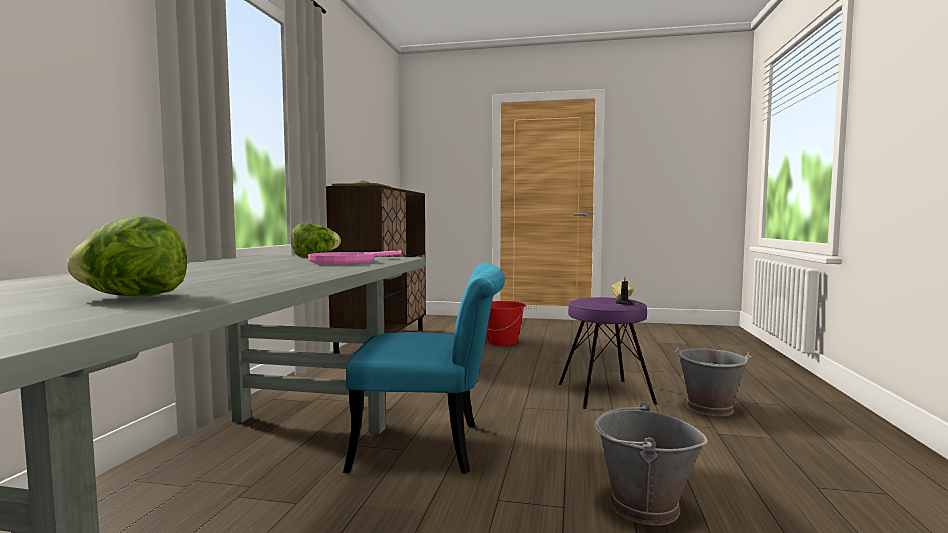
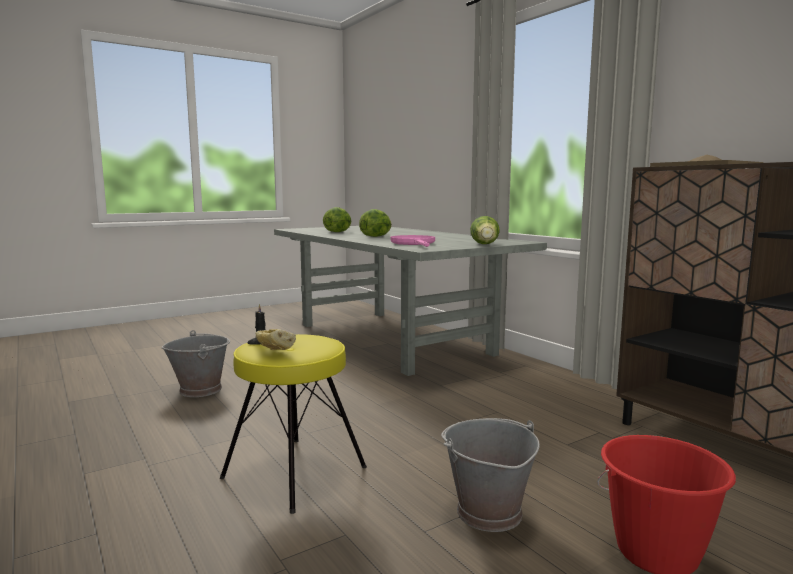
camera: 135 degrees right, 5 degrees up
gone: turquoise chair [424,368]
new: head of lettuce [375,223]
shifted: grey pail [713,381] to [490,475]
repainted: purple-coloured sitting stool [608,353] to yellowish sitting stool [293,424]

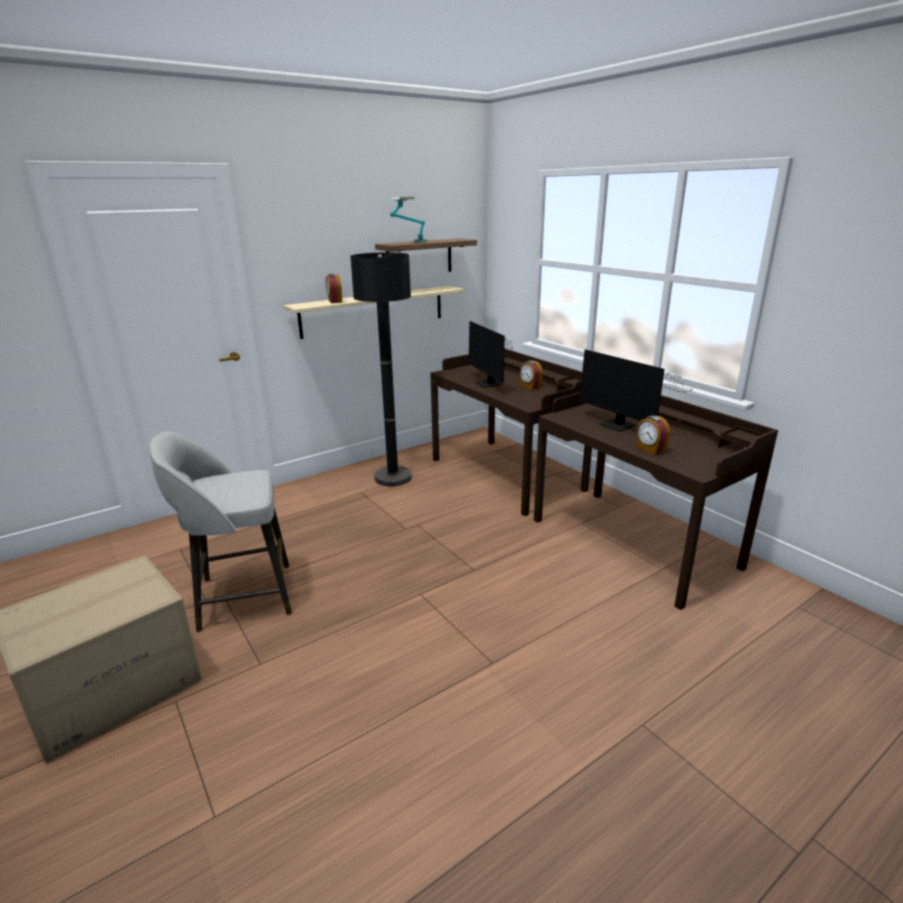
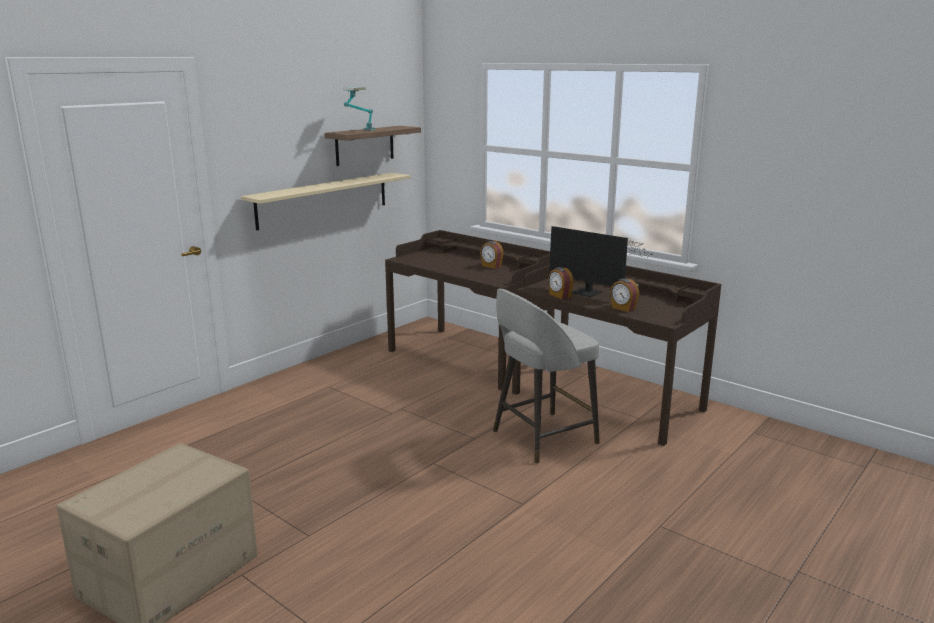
camera: 15 degrees left, 5 degrees down
gone: black-coloured standard lamp [381,369]; computer screen [491,354]
shifted: grey sitting stool [221,532] to [546,376]; alarm clock [334,288] to [561,283]

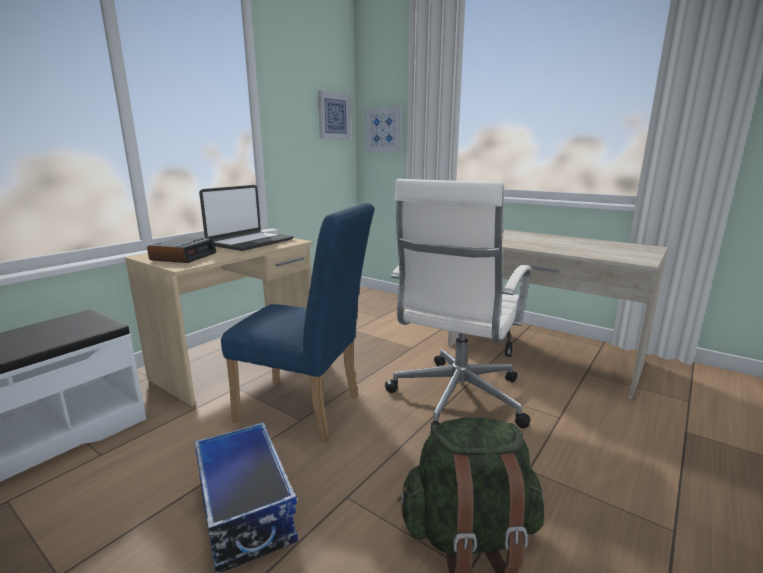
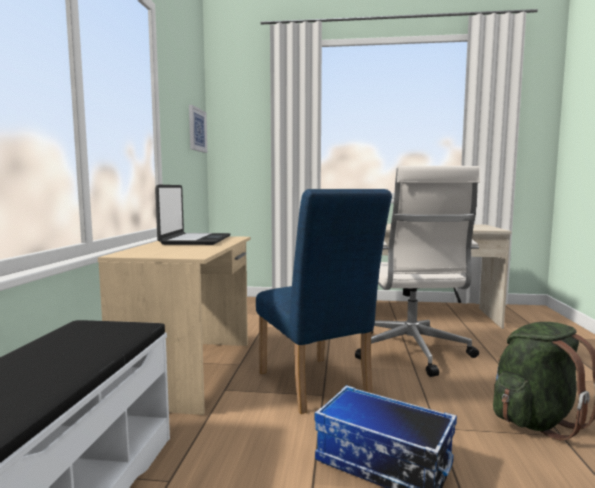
camera: 30 degrees left, 10 degrees down
gone: alarm clock [182,250]; wall picture [383,129]
rotated: blue-coloured chair [297,322] = [324,301] 75 degrees clockwise

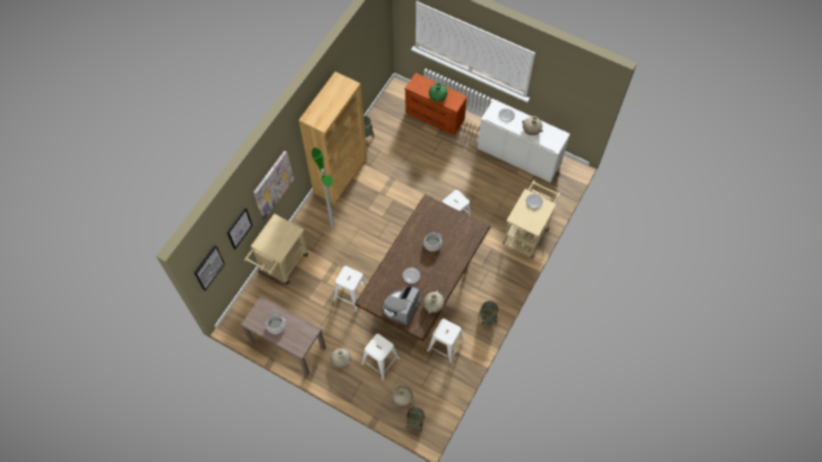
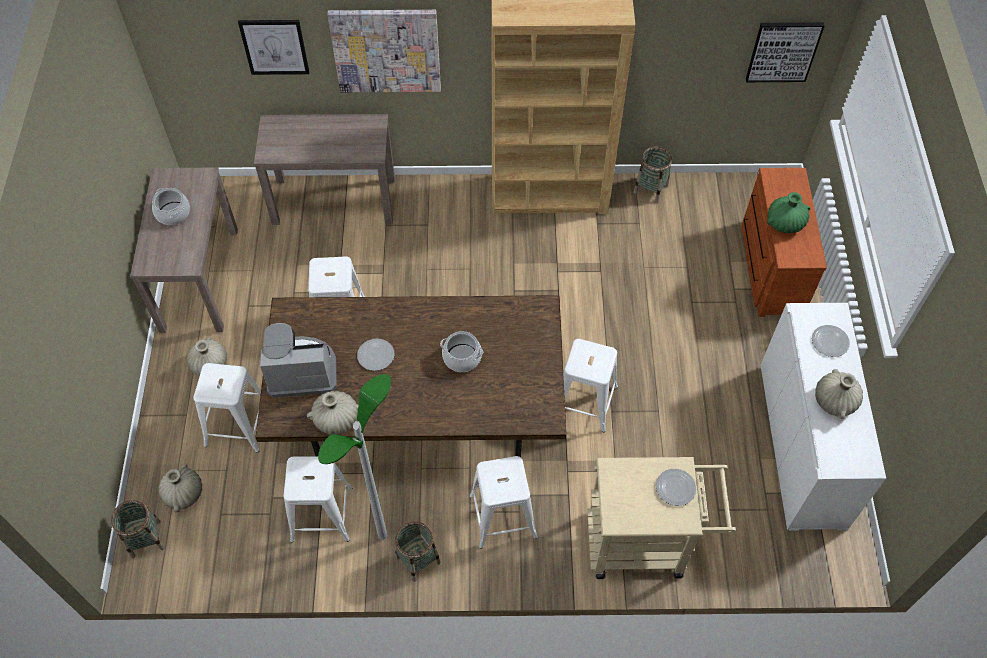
camera: 60 degrees right, 5 degrees down
new: white-coloured sitting stool [503,502]
shifted: standard lamp [323,187] to [354,457]; wall picture [209,268] to [785,52]
swapped: beige wheeled cart [276,249] to brown-coloured narrow table [324,169]

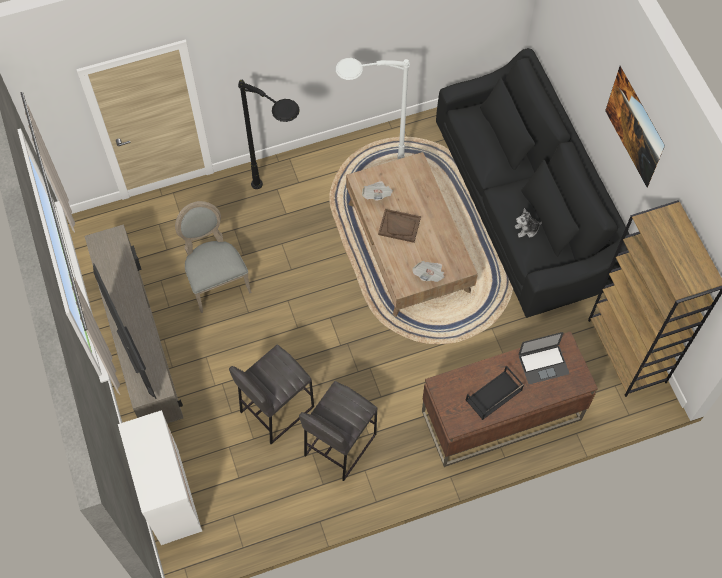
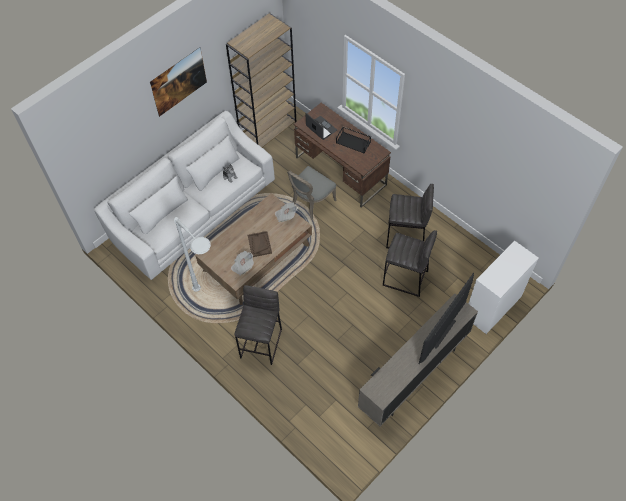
camera: 115 degrees left, 5 degrees down
shifted: grey chair [213,257] to [311,193]
swapped: black-coloured standard lamp [269,134] to grey sitting stool [258,325]
repainted: black-coloured settee [532,183] to white-coloured settee [184,195]

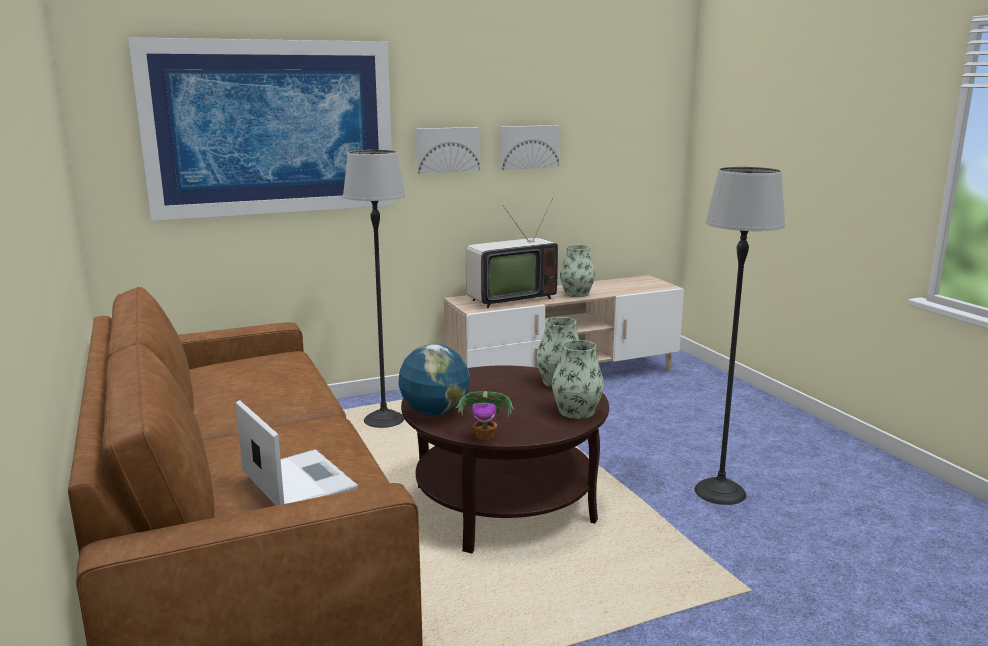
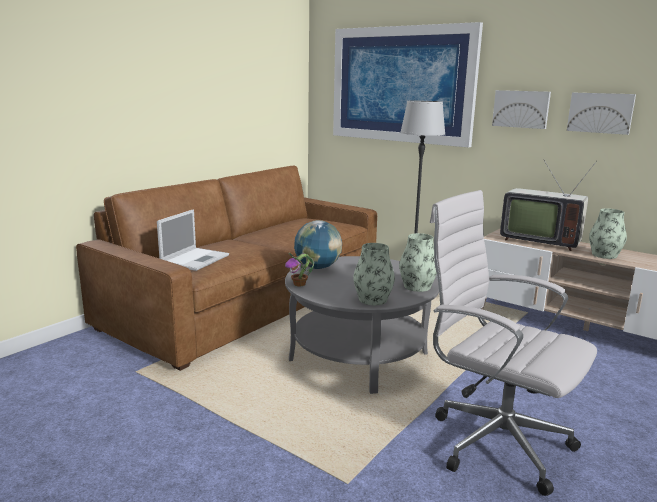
camera: 60 degrees right, 0 degrees up
swapped: standard lamp [740,336] to white-coloured desk chair [513,343]
repainted: brown-coloured coffee table [505,459] to grey coffee table [362,325]

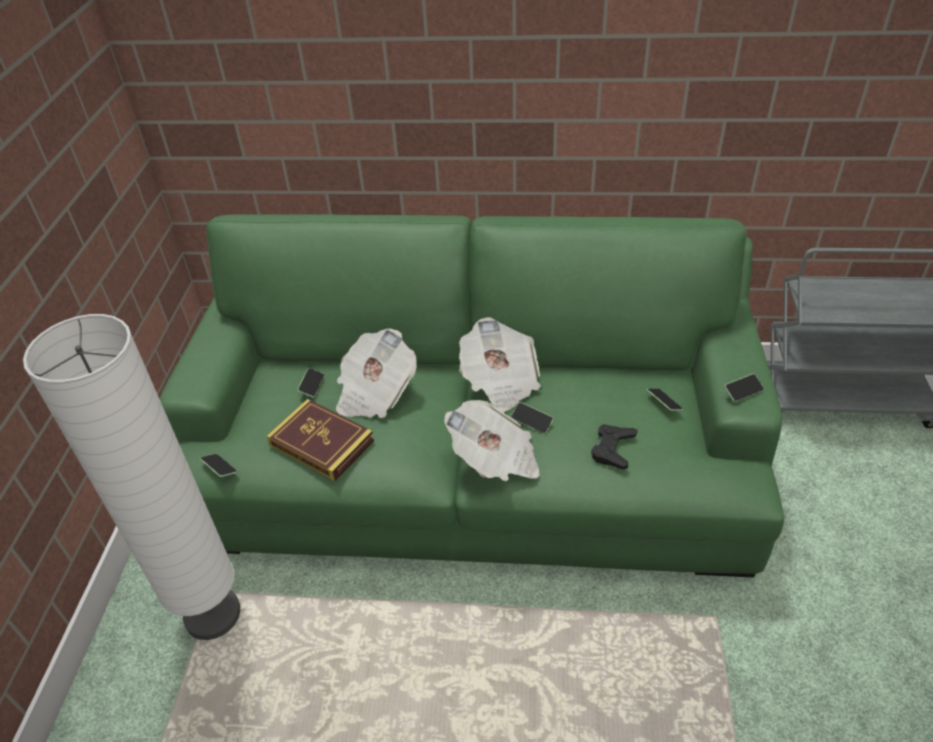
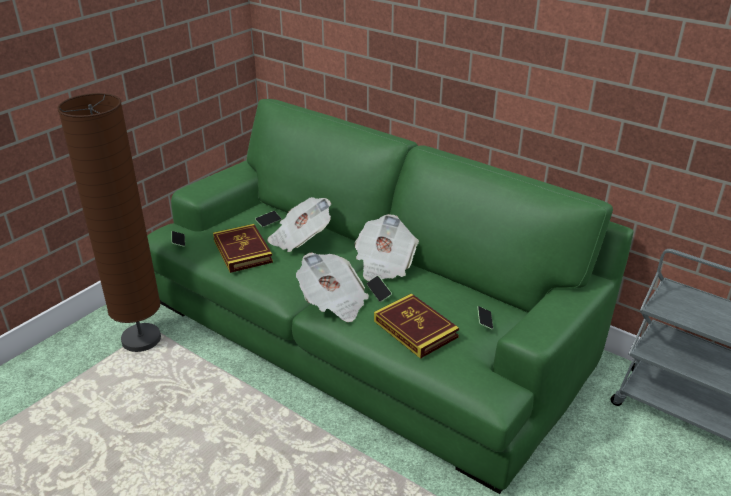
camera: 30 degrees right, 10 degrees down
gone: phone [744,388]
swapped: black-coloured joypad [614,447] to book [416,326]
repainted: white-coloured standard lamp [131,477] to brown-coloured standard lamp [109,222]

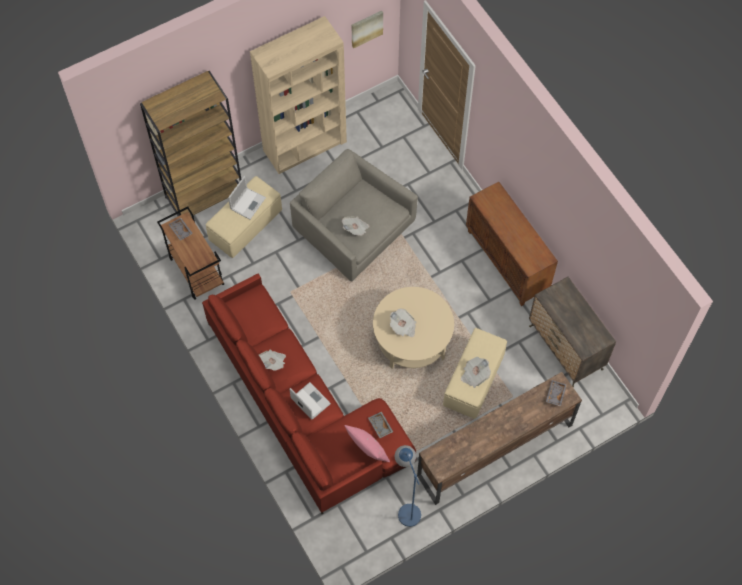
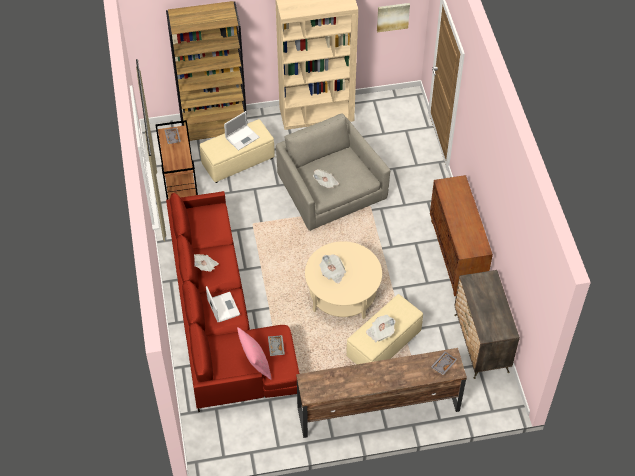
camera: 20 degrees right, 10 degrees down
gone: blue-coloured standard lamp [408,486]

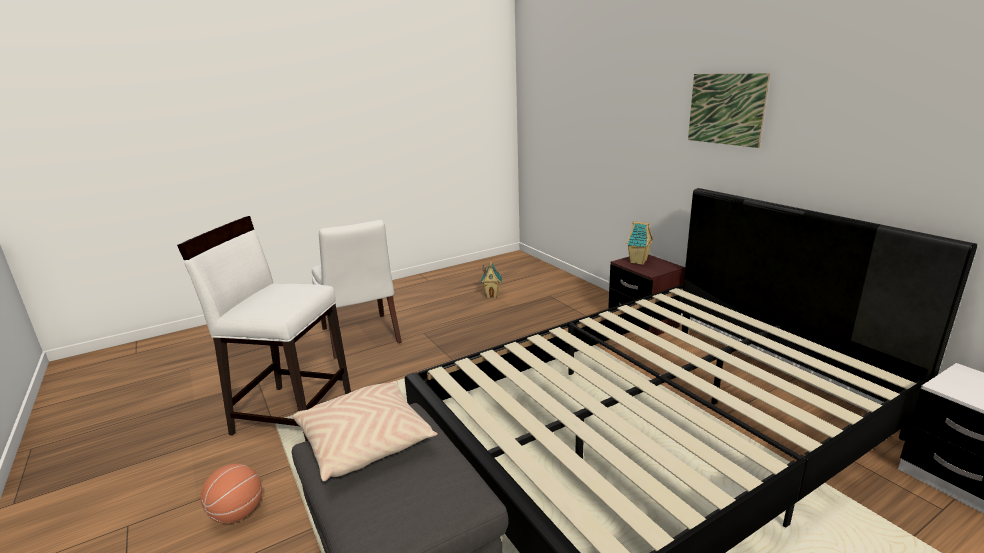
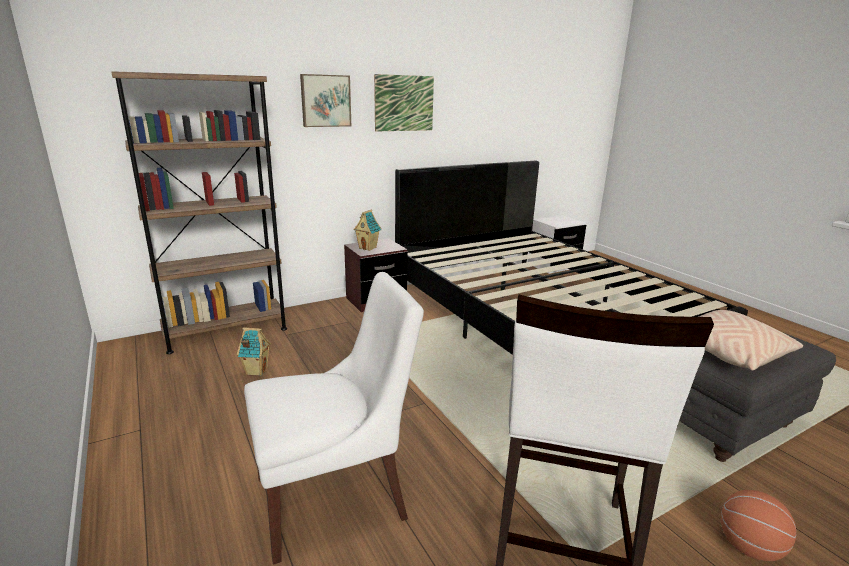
camera: 90 degrees left, 0 degrees up
new: brown-coloured shelving unit [199,212]; wall picture [325,100]

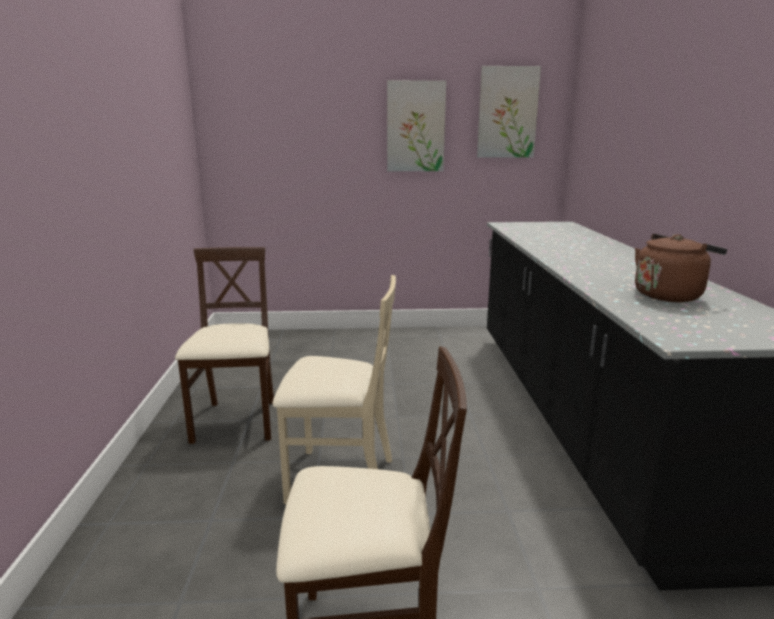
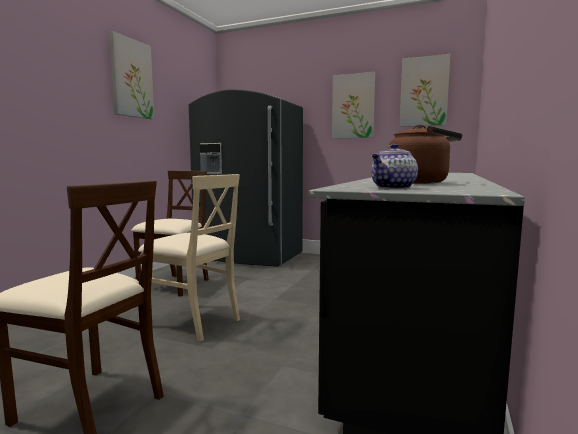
camera: 25 degrees right, 10 degrees down
new: wall picture [131,75]; grey fridge [246,178]; teapot [394,166]

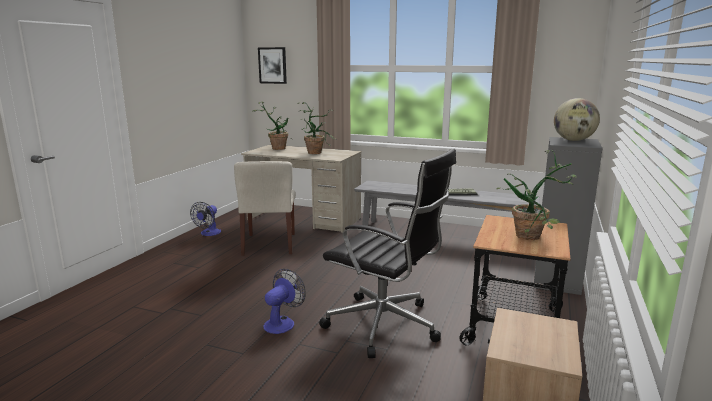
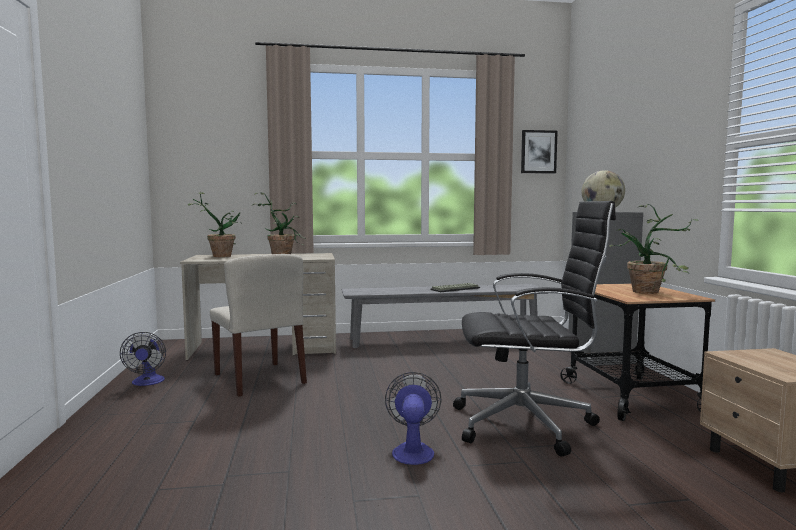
camera: 30 degrees left, 10 degrees down
shifted: wall picture [272,65] to [539,152]

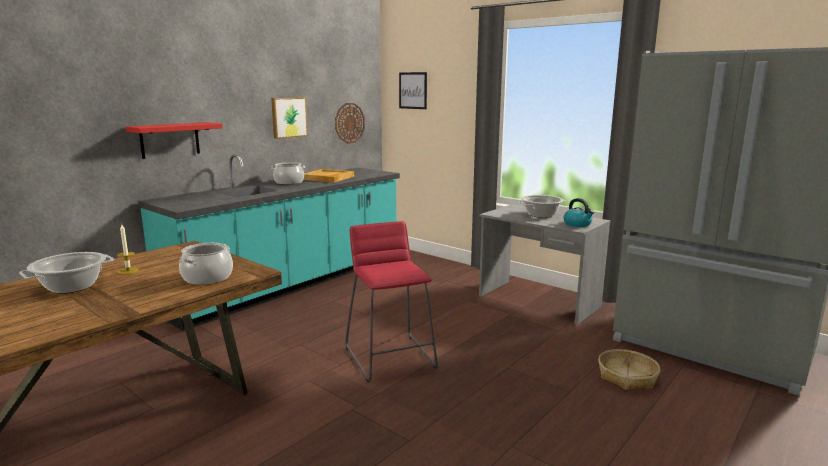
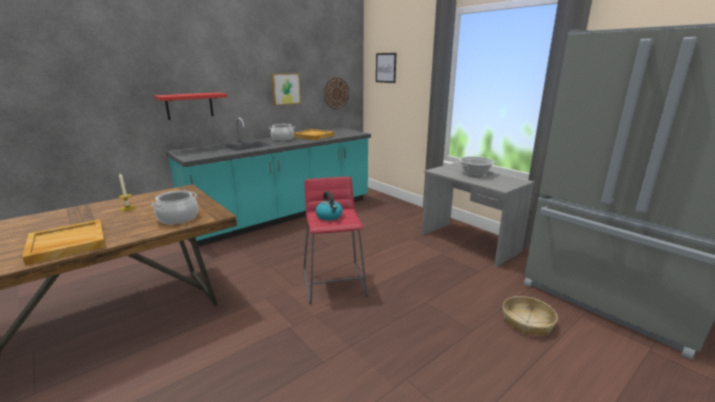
camera: 10 degrees right, 5 degrees up
gone: saucepot [66,273]
new: beige serving tray [64,243]
shifted: water kettle [579,212] to [329,205]

